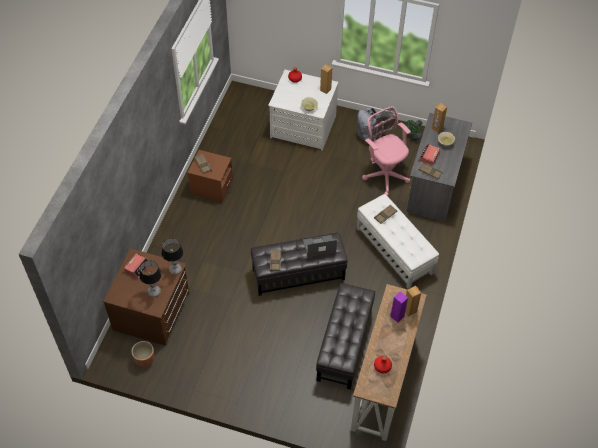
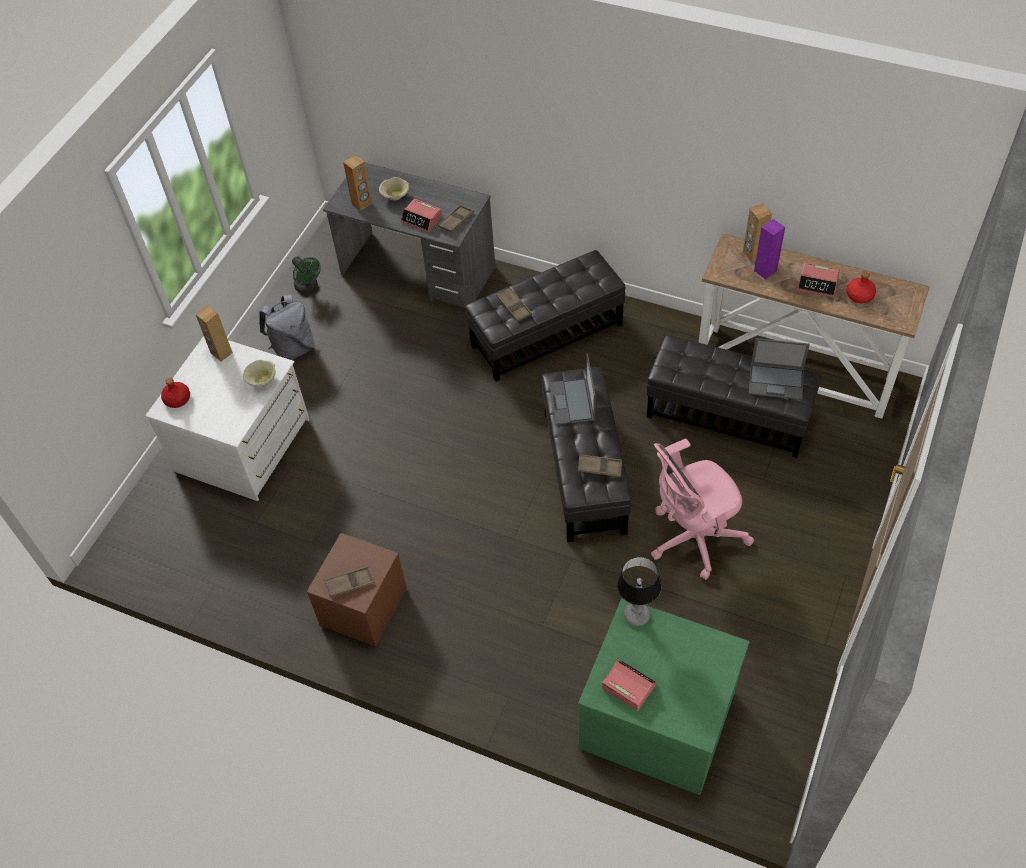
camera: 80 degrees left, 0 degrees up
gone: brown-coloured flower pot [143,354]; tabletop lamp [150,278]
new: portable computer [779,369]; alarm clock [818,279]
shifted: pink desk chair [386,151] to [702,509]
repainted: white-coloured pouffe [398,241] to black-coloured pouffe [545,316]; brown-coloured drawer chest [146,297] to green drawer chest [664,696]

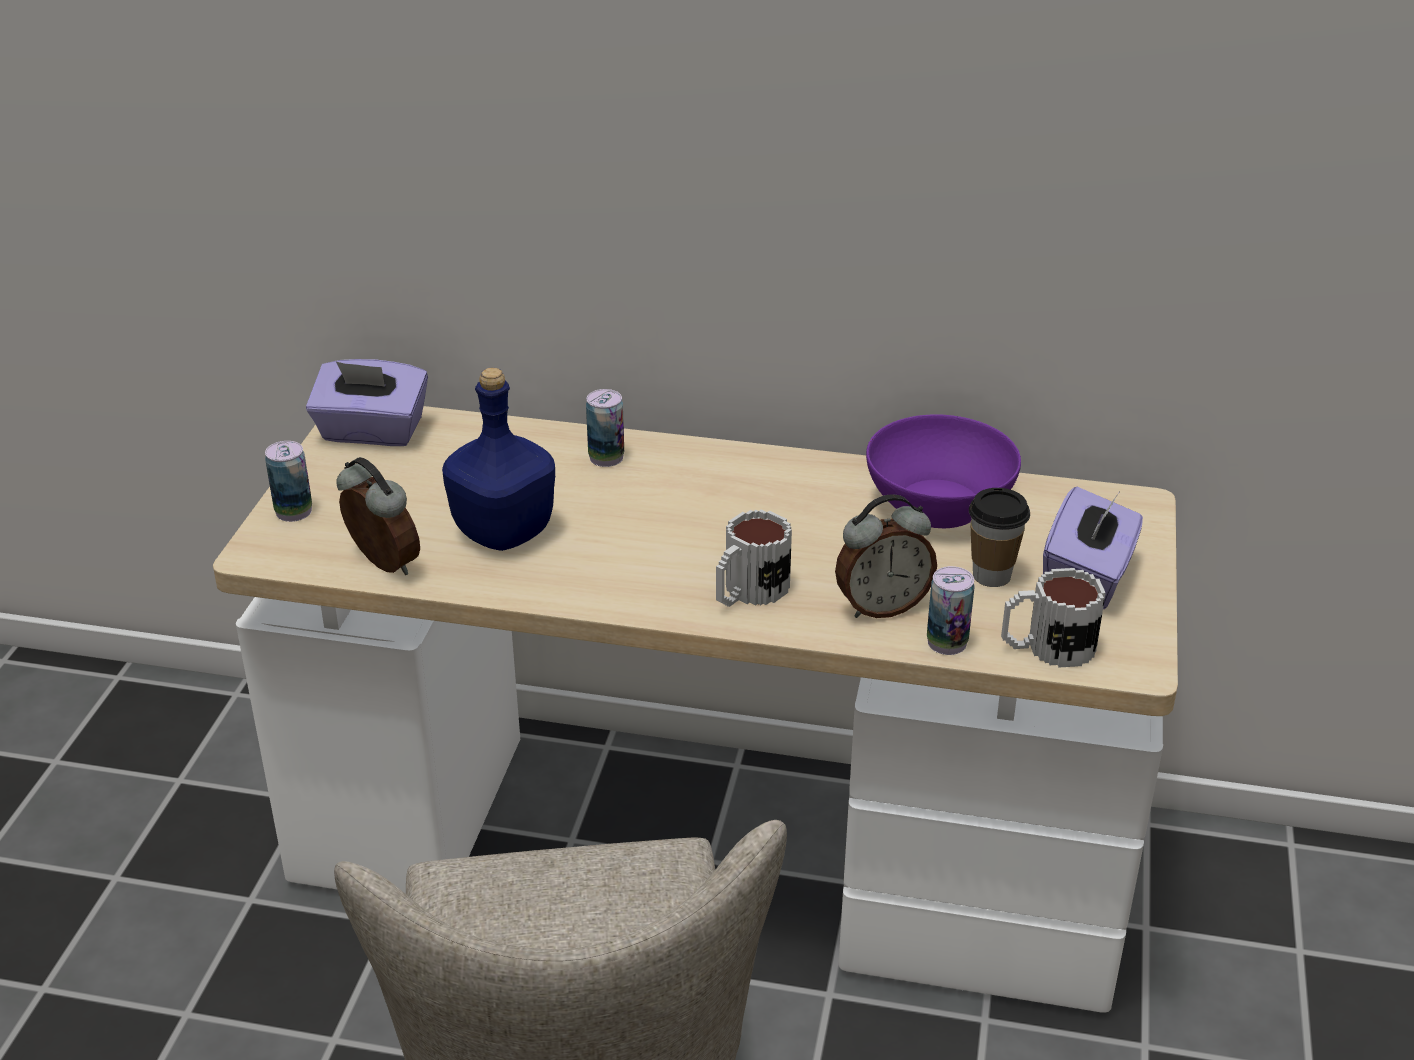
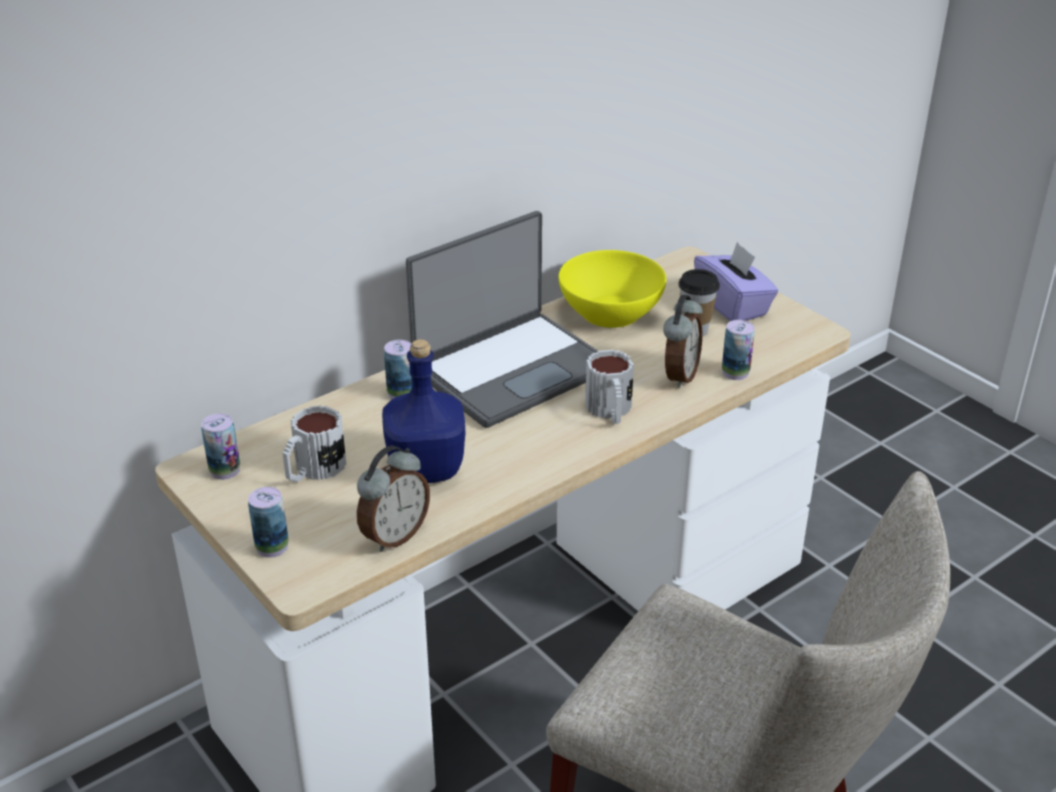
camera: 50 degrees left, 0 degrees up
new: portable computer [502,319]
shifted: mug [1053,617] to [314,444]
swapped: purple-coloured tissue holder [367,402] to can [220,446]
repainted: purple-coloured serving bowl [943,471] to yellowish serving bowl [612,289]
rotated: alarm clock [378,516] = [393,499] 135 degrees clockwise

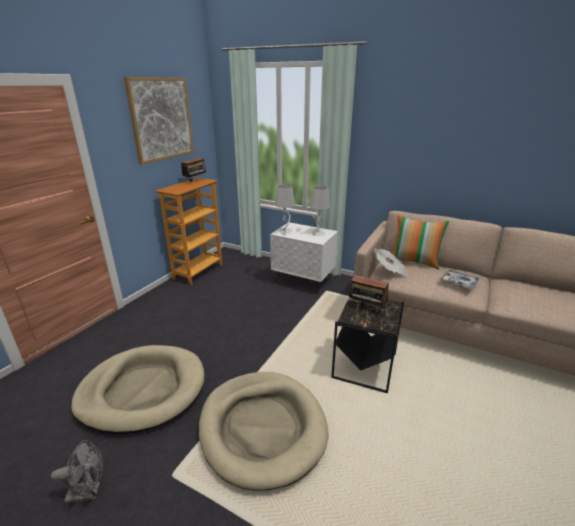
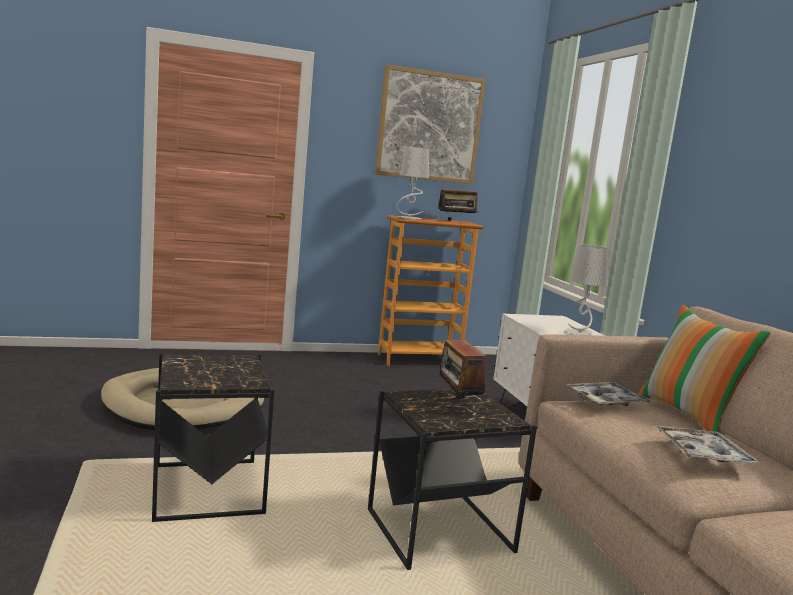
camera: 45 degrees right, 15 degrees down
gone: grey electric fan [77,472]
shifted: grey tabletop lamp [285,209] to [412,183]
swapped: beige dog bed [263,431] to black-coloured accent table [213,438]; newspaper [390,263] to serving tray [608,394]

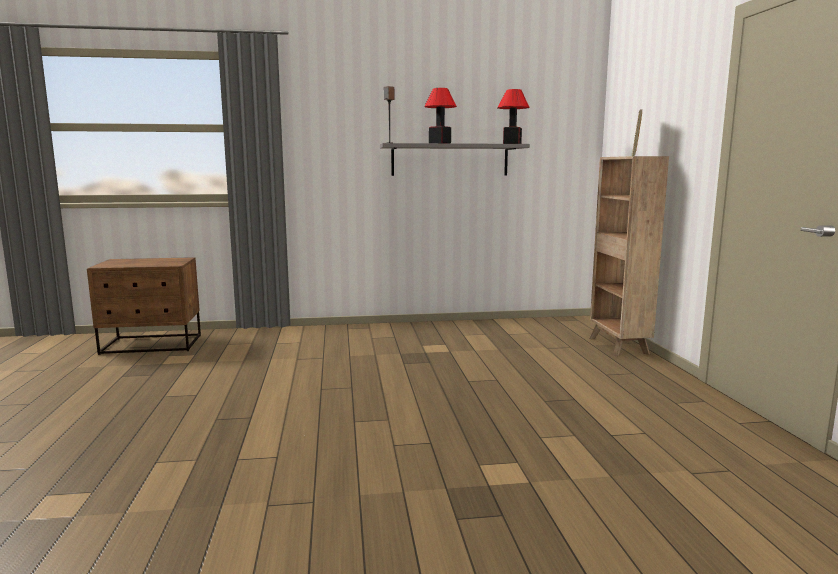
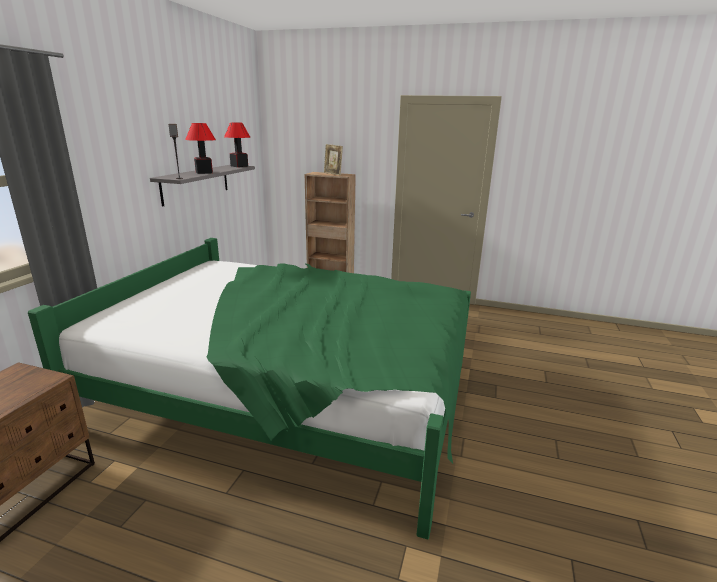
camera: 65 degrees left, 10 degrees up
new: green bed [249,388]

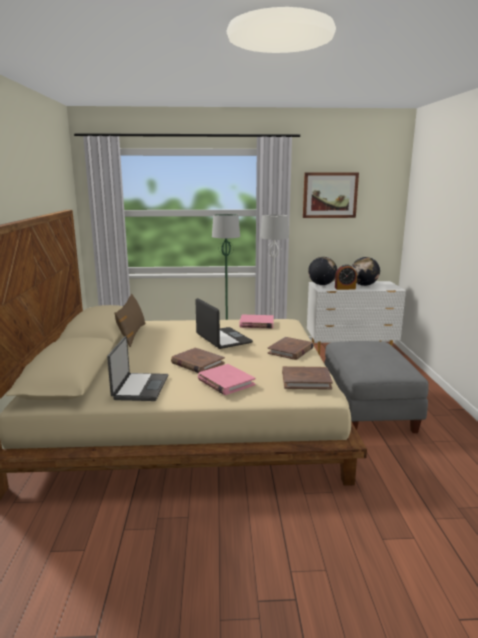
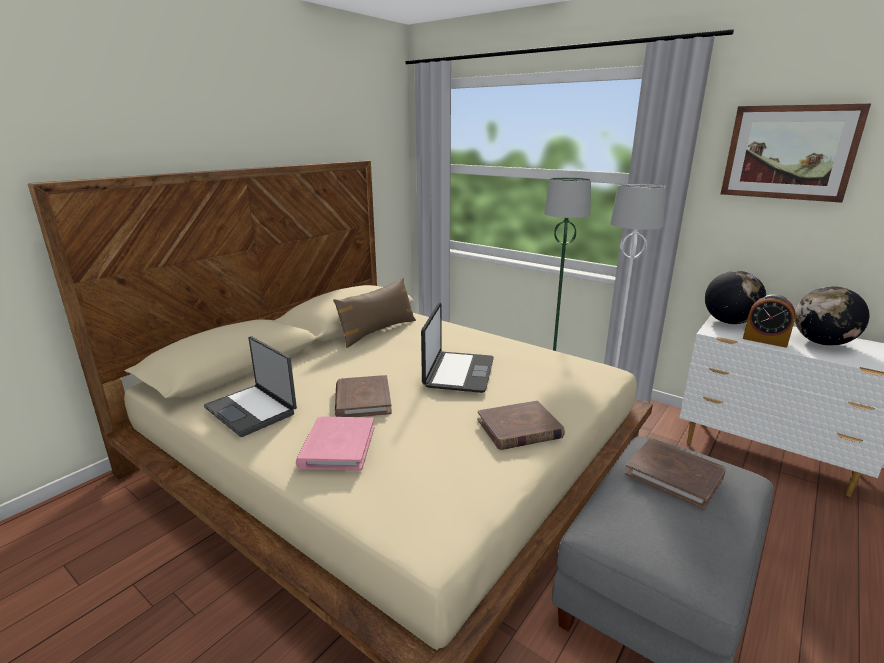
camera: 40 degrees right, 5 degrees up
gone: pink book [256,321]
shifted: brown-coloured book [307,378] to [675,474]
rotated: portable computer [137,368] = [250,386] 90 degrees clockwise

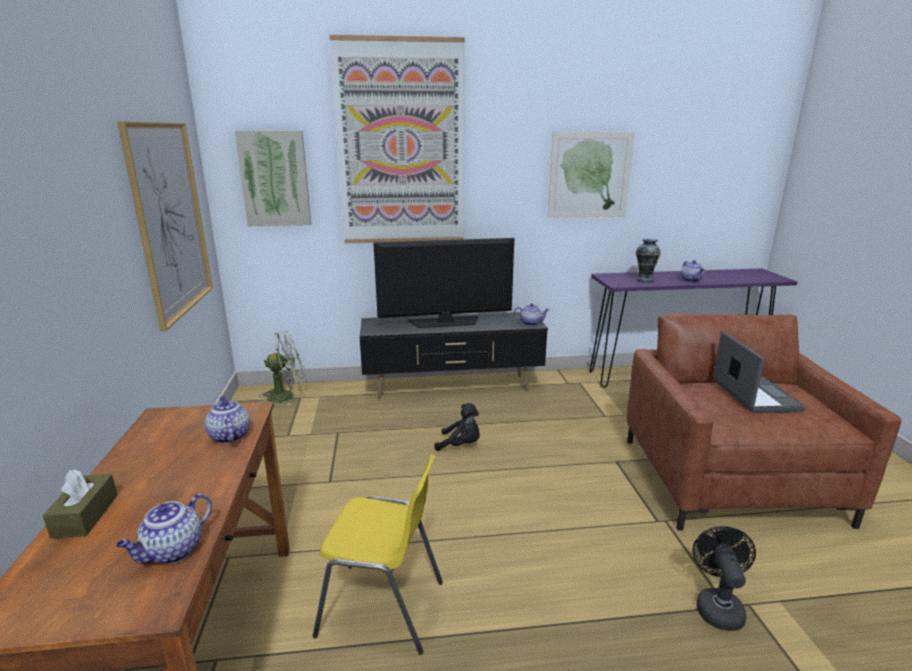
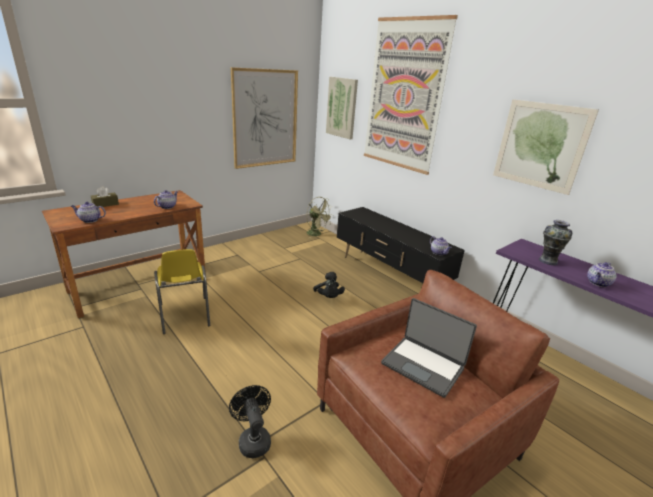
camera: 55 degrees right, 5 degrees up
gone: TV [443,283]
rotated: black-coloured electric fan [724,578] = [250,421] 90 degrees counterclockwise; portable computer [759,372] = [429,348] 75 degrees clockwise

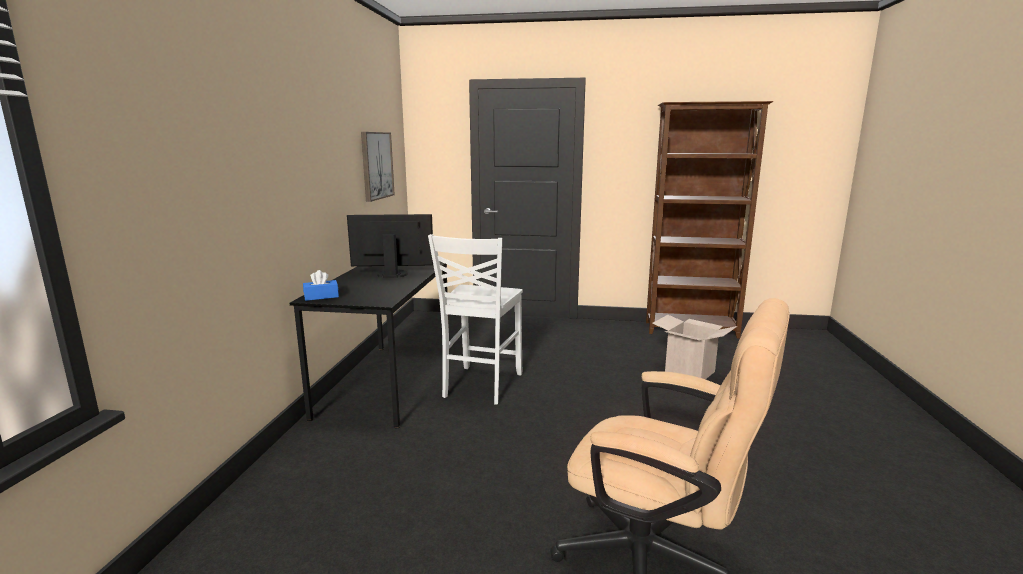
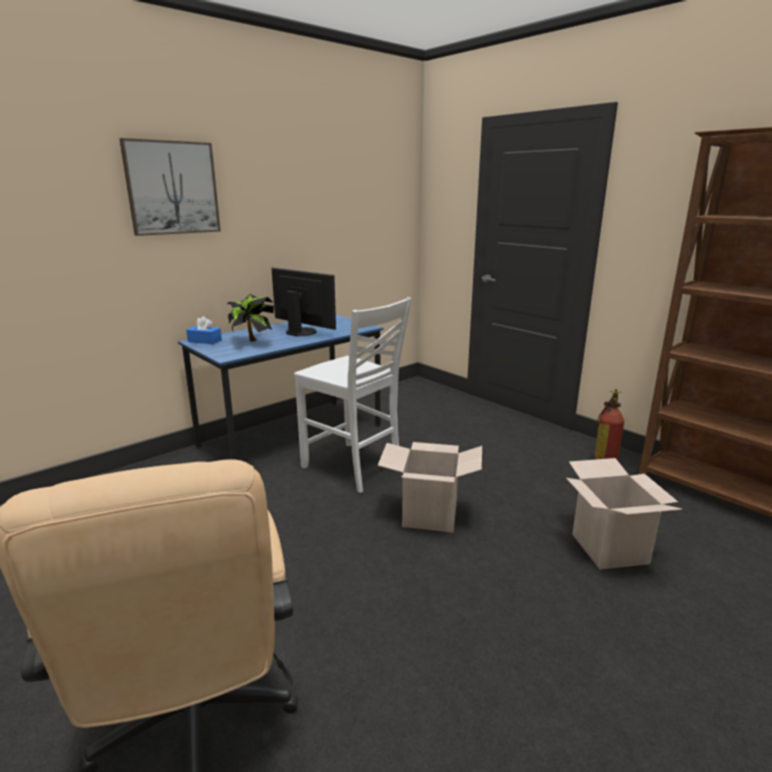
camera: 40 degrees right, 5 degrees up
new: houseplant [251,317]; carton [430,487]; extinguisher [609,424]
shifted: wall picture [378,167] to [170,187]
repainted: black-coloured desk table [370,345] to blue-coloured desk table [281,387]
rotated: white-coloured chair [475,319] = [353,395] 105 degrees counterclockwise

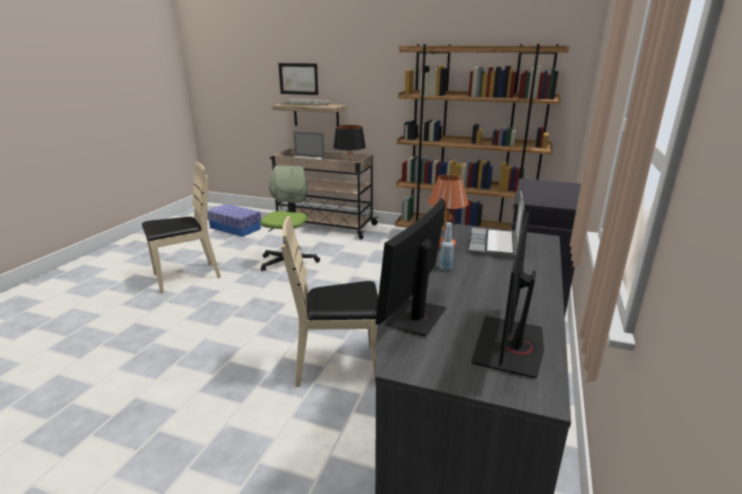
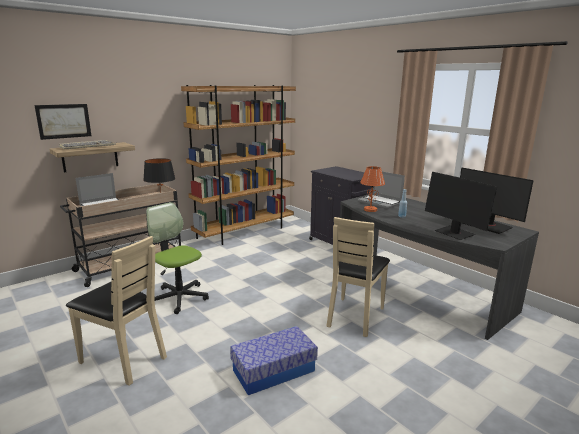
camera: 60 degrees left, 5 degrees down
shifted: storage box [234,220] to [274,361]
rotated: beige chair [181,227] = [116,311] 120 degrees clockwise

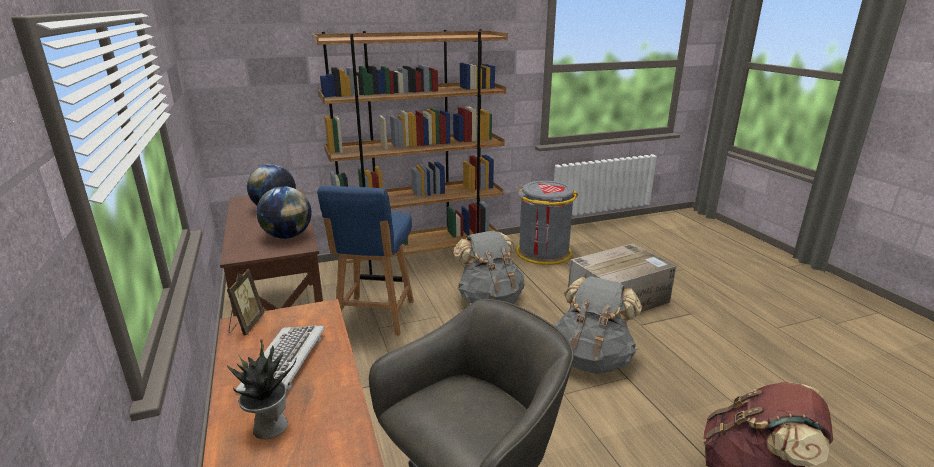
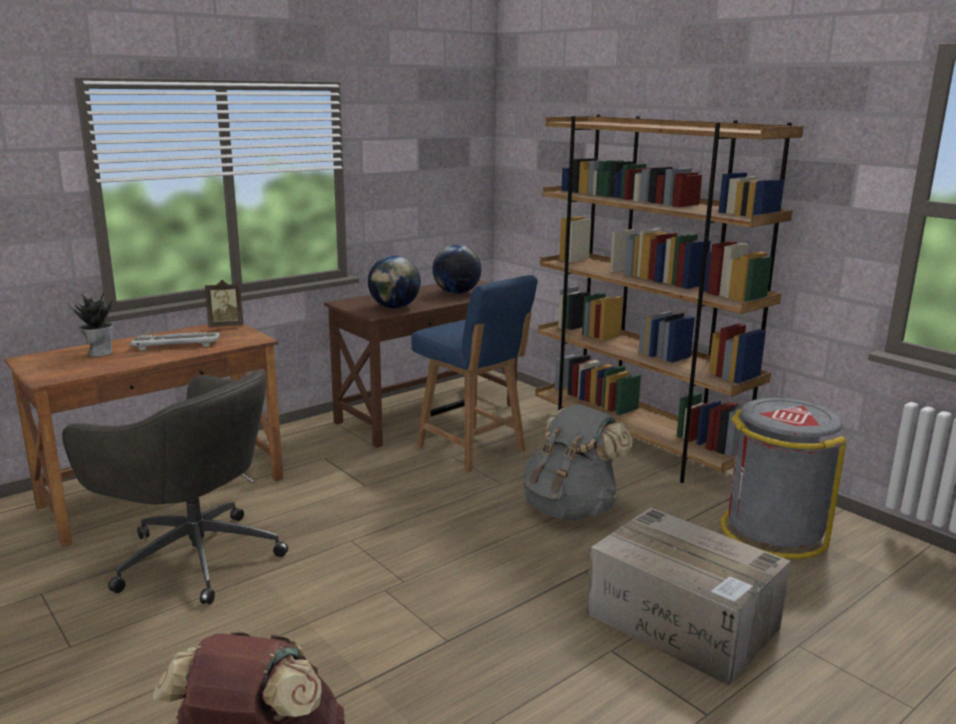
camera: 70 degrees right, 5 degrees down
gone: grey rucksack [598,325]
rotated: blue-coloured chair [365,261] = [474,374] 120 degrees counterclockwise

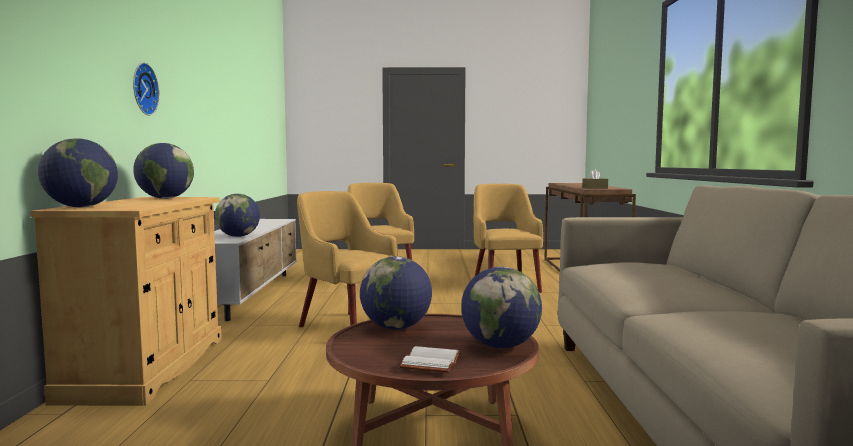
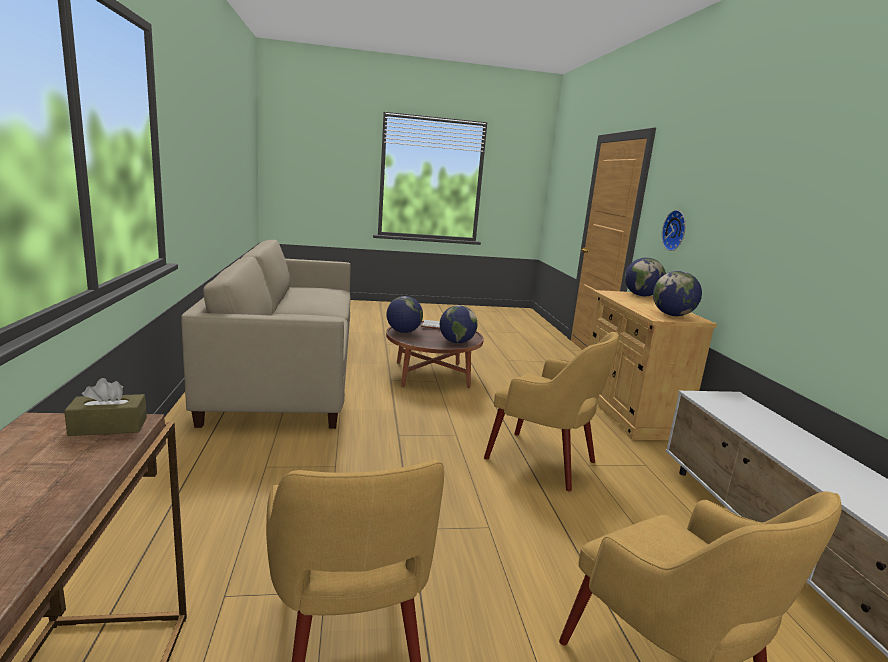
camera: 170 degrees right, 10 degrees up
gone: globe [237,215]
shifted: wall clock [146,89] to [674,230]

